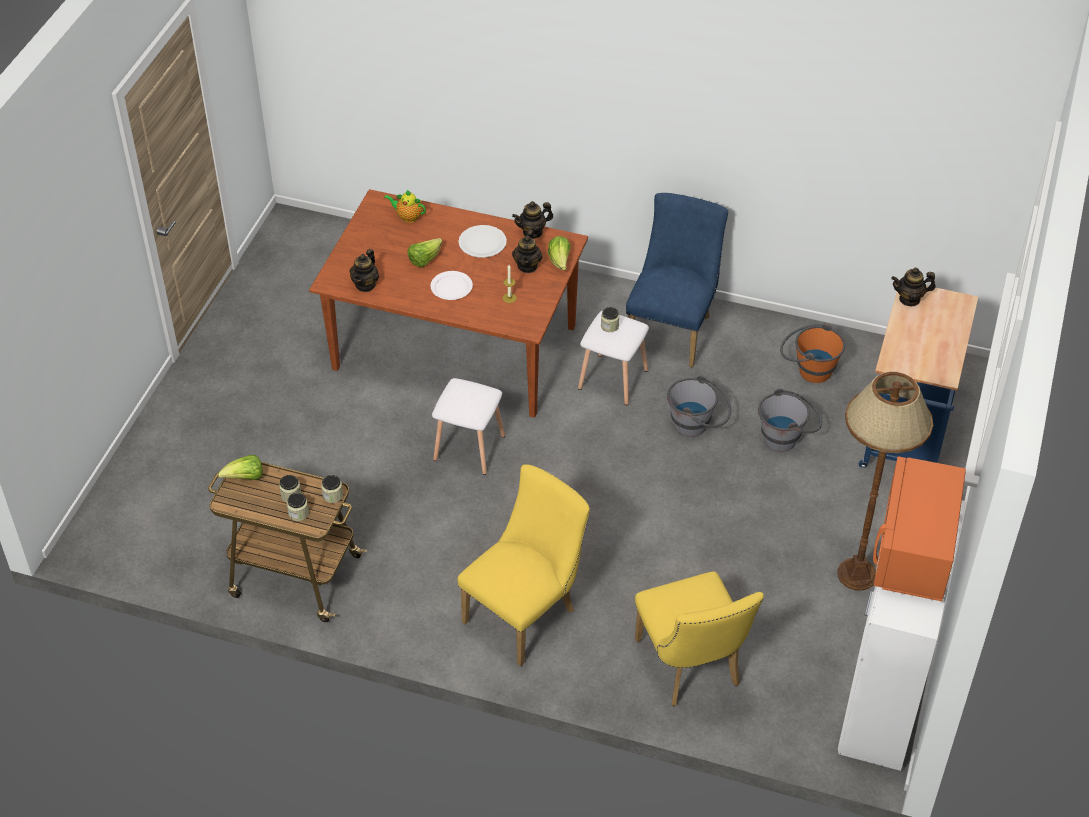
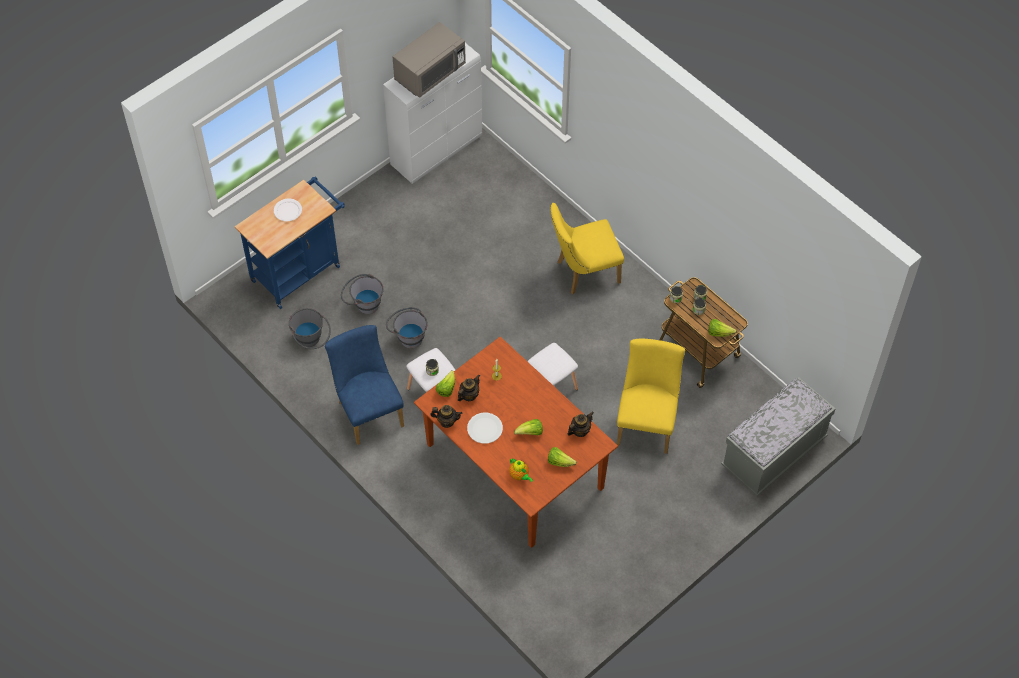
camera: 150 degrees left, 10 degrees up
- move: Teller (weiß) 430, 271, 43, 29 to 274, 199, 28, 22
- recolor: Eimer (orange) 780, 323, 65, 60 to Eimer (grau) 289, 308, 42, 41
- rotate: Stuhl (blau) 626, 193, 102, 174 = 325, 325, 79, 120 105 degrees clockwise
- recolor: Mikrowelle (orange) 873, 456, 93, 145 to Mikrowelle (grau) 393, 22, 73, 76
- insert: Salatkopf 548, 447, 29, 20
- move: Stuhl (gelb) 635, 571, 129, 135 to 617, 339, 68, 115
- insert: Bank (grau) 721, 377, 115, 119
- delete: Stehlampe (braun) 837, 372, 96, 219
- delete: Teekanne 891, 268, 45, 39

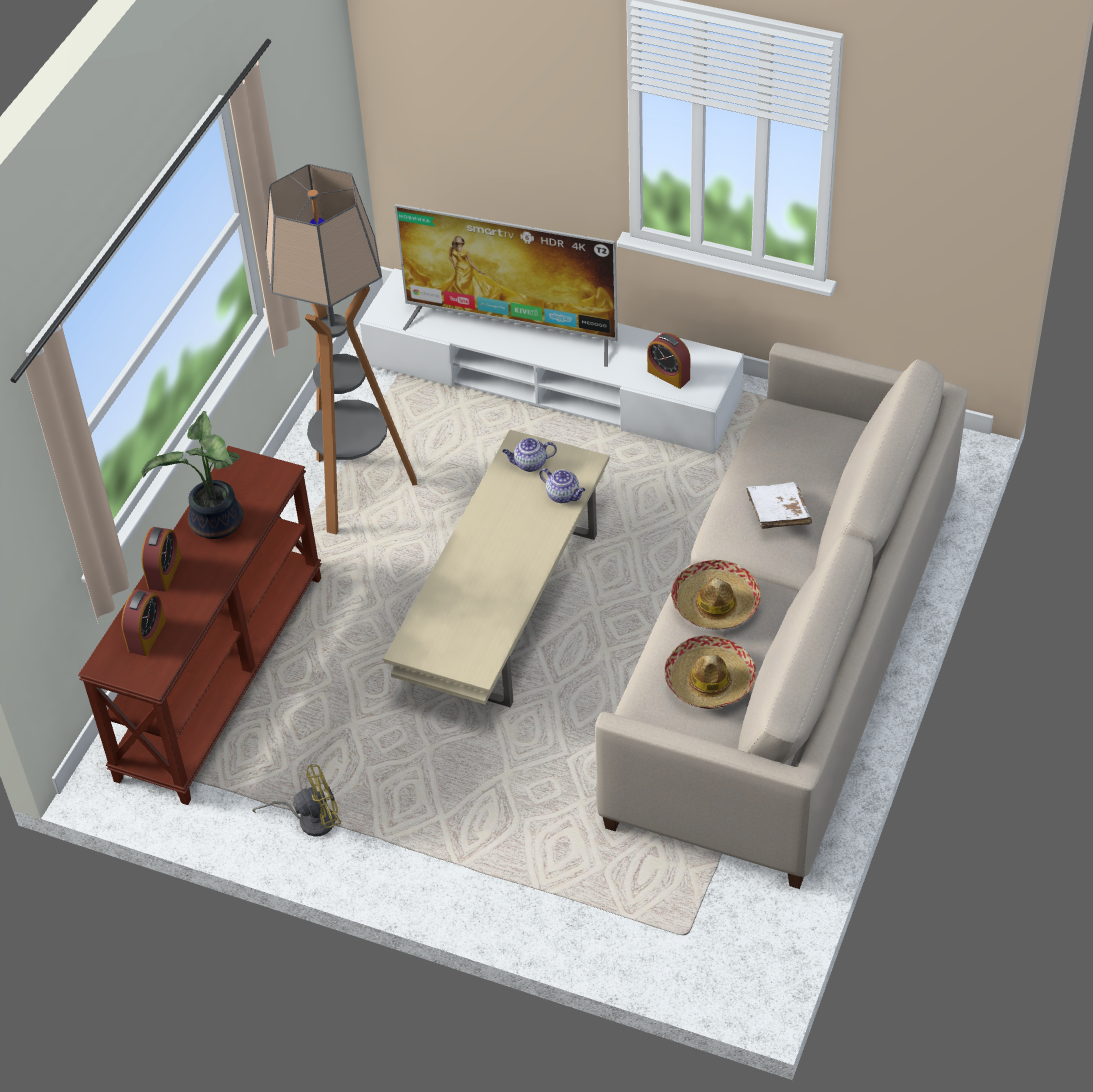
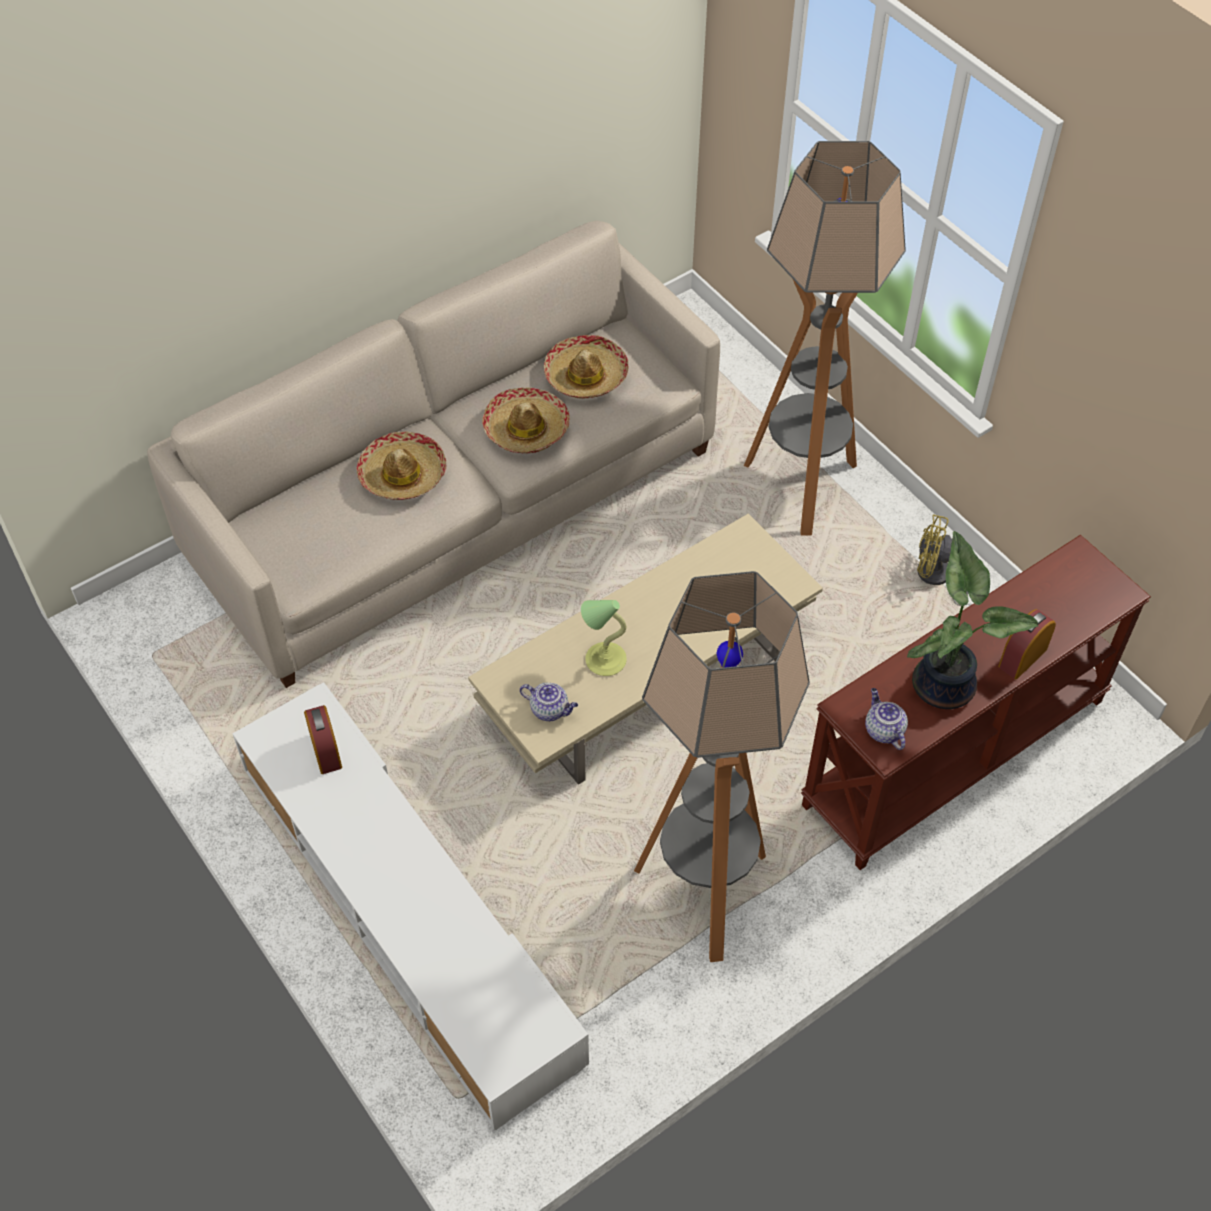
camera: 150 degrees left, 5 degrees up
- replace: Buch (weiß) 746, 482, 66, 47 to Hut 357, 431, 89, 69
- insert: Tischlampe 581, 600, 46, 76
- insert: Stehlampe 744, 141, 162, 394
- move: Teekanne 539, 468, 46, 35 to 865, 688, 43, 62
- delete: Wecker 122, 589, 44, 67
- delete: Fernseher 395, 204, 223, 163

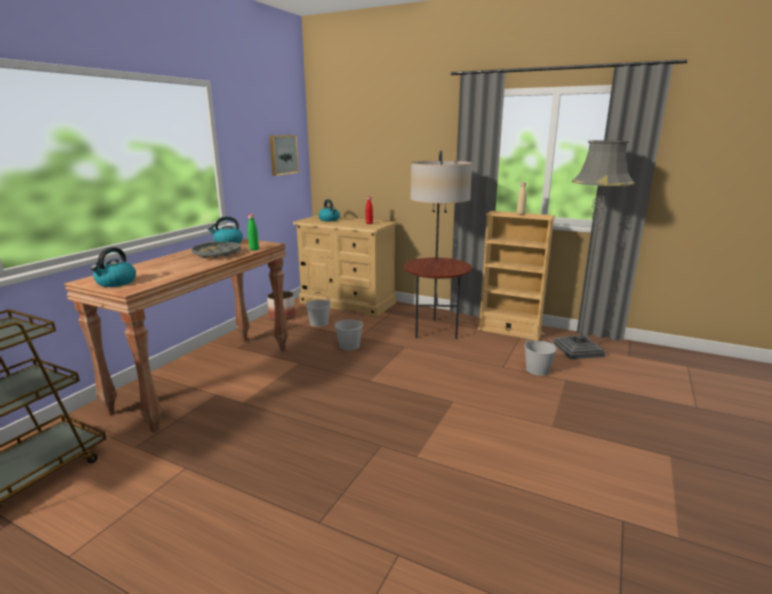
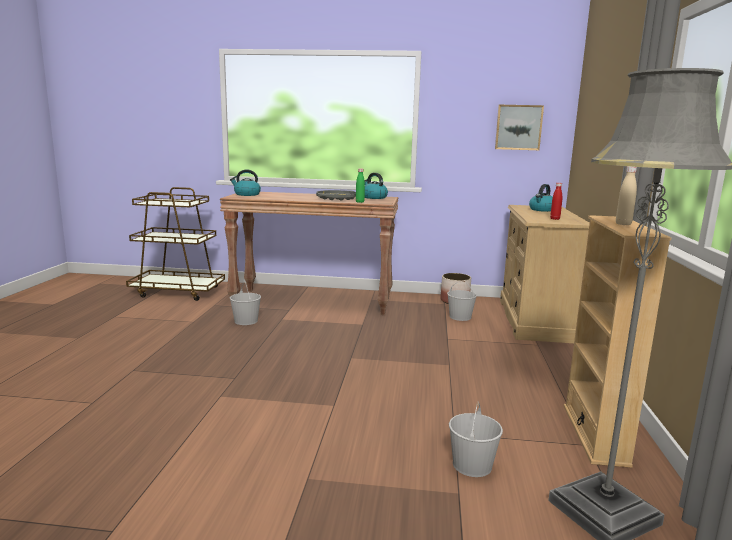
camera: 70 degrees right, 5 degrees down
- move: Eimer (weiß) 335, 312, 28, 38 to 230, 282, 31, 43
- delete: Stehlampe 404, 151, 68, 188

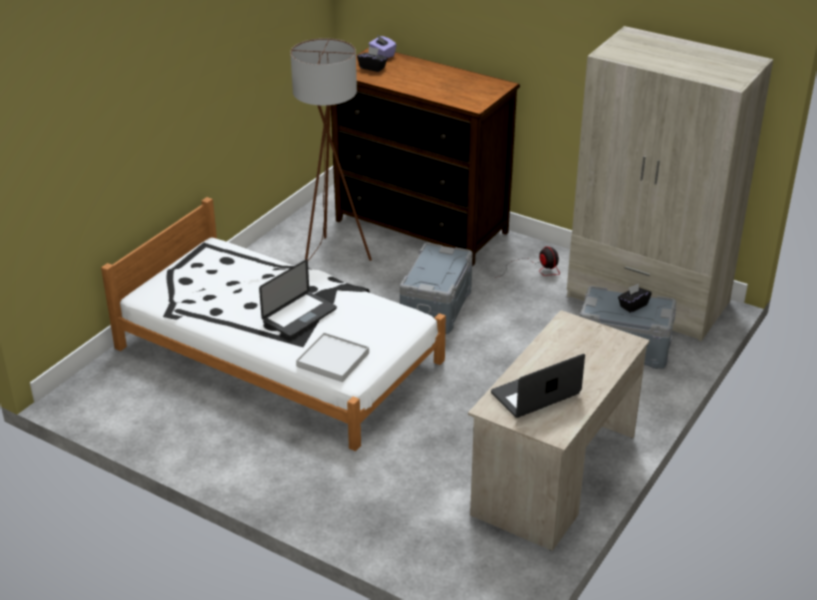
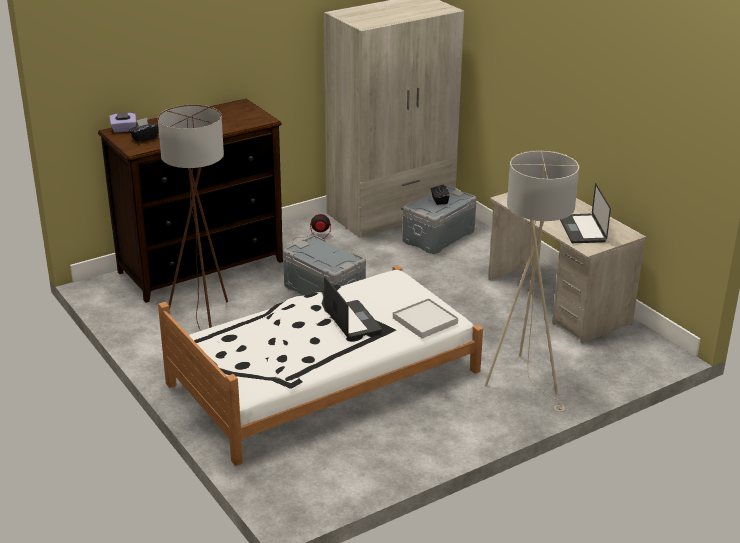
camera: 65 degrees left, 5 degrees down
- insert: Stehlampe (beige) 485, 150, 94, 262

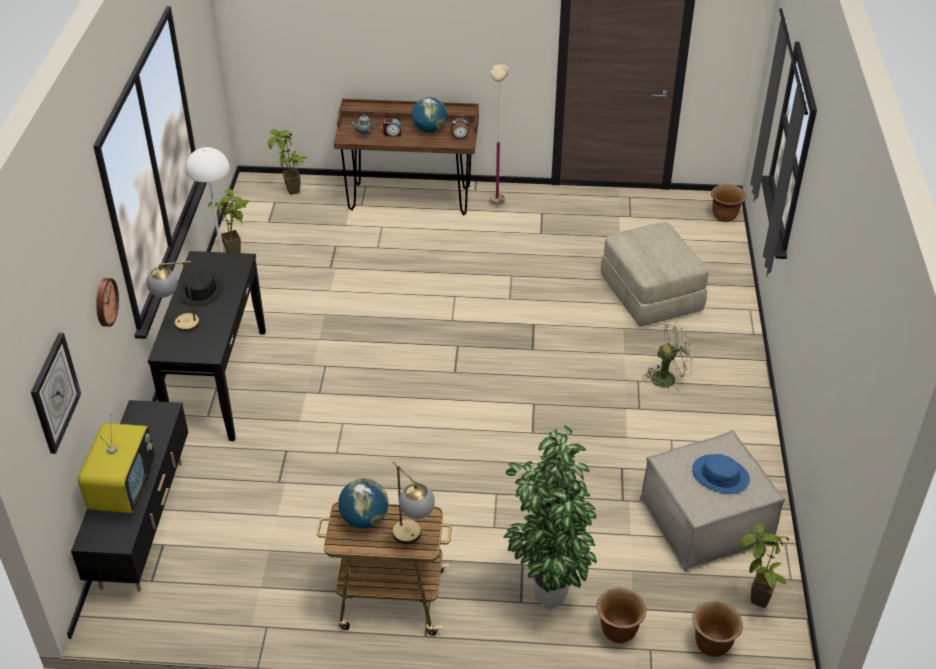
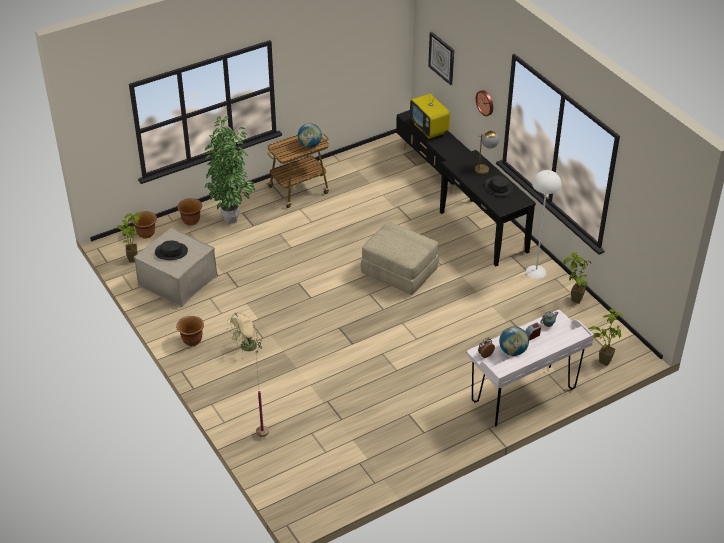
camera: 145 degrees right, 0 degrees up
- recolor: Hut (blau) 692, 454, 58, 40 to Hut (schwarz) 155, 240, 33, 20
- move: Pflanzkübel (braun) 711, 184, 36, 38 to 176, 316, 28, 30
- move: Stehlampe (beige) 490, 64, 19, 141 to 237, 316, 32, 121
- move: Polsterhocker (beige) 601, 222, 108, 105 to 360, 222, 79, 73
- recolor: Schreibtisch (braun) 334, 99, 145, 116 to Schreibtisch (weiß) 467, 310, 127, 116
- delete: Tischlampe 392, 461, 43, 83

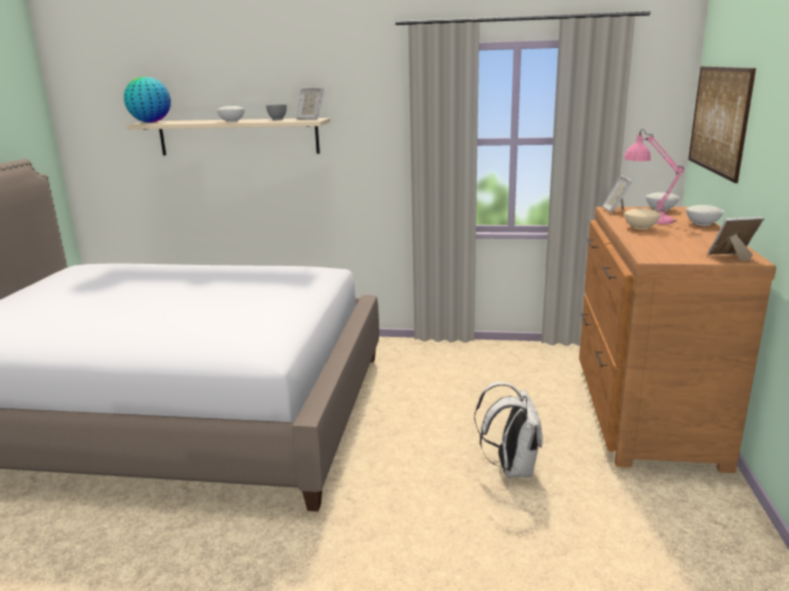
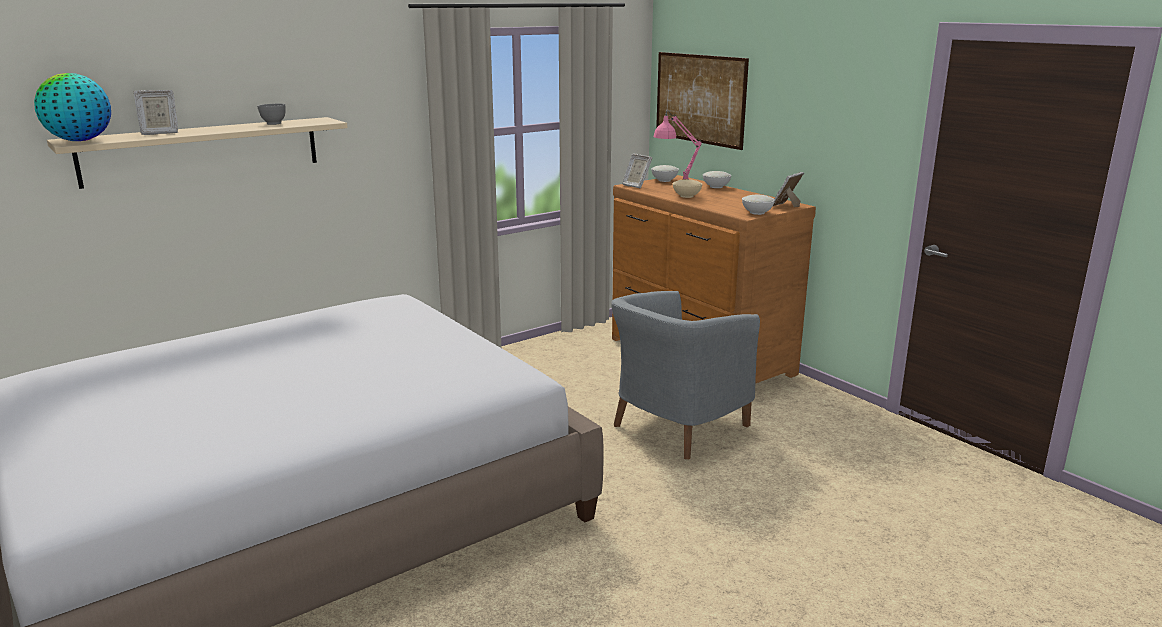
camera: 45 degrees left, 0 degrees up
- move: Bilderrahmen 296, 88, 28, 32 to 133, 90, 45, 45
- replace: Rucksack (weiß) 474, 382, 69, 96 to Sessel (grau) 611, 291, 149, 168
- move: Schüssel (weiß) 217, 106, 28, 16 to 742, 195, 33, 20

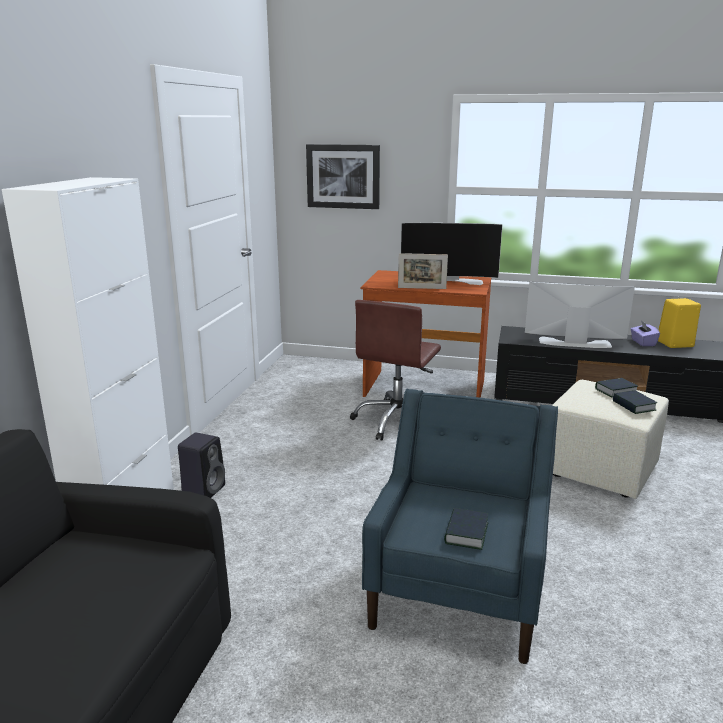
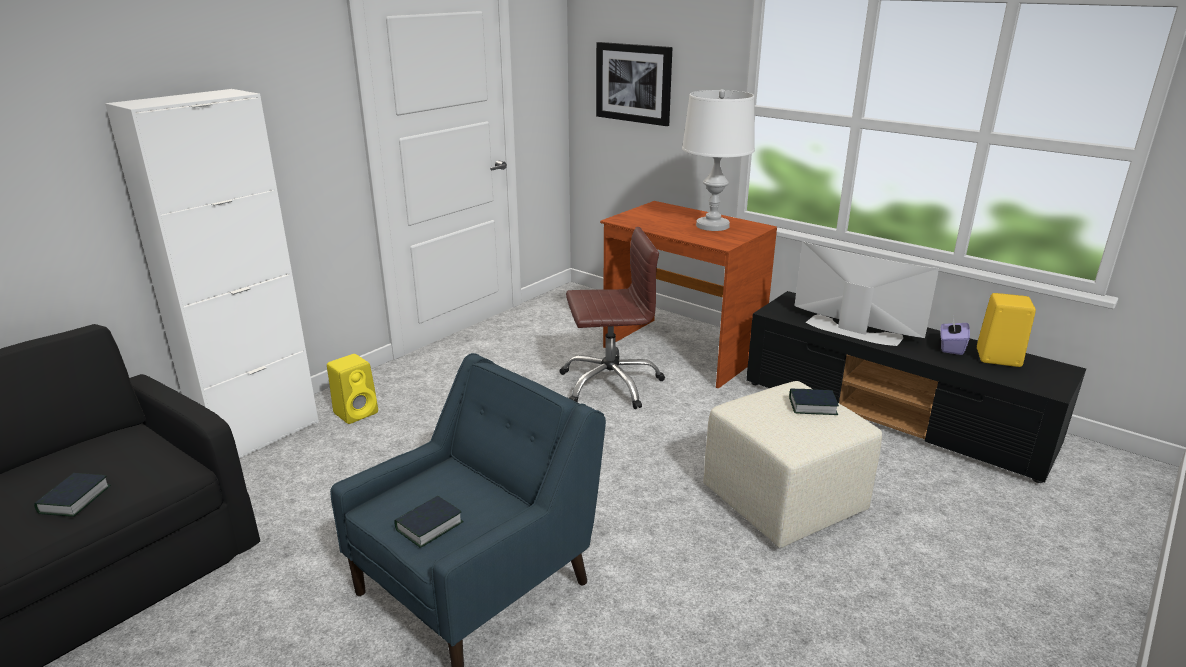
camera: 25 degrees right, 5 degrees up
- move: Buch 613, 390, 45, 24 to 34, 473, 77, 44
- recolor: Lautsprecher (schwarz) 178, 433, 47, 65 to Lautsprecher (gelb) 327, 354, 51, 70
- rotate: Bürostuhl (braun) 350, 300, 91, 141 = 559, 227, 106, 182 150 degrees counterclockwise
- replace: Fernseher 401, 223, 102, 62 to Tischlampe (weiß) 682, 89, 73, 142
- delete: Bilderrahmen 398, 253, 50, 36

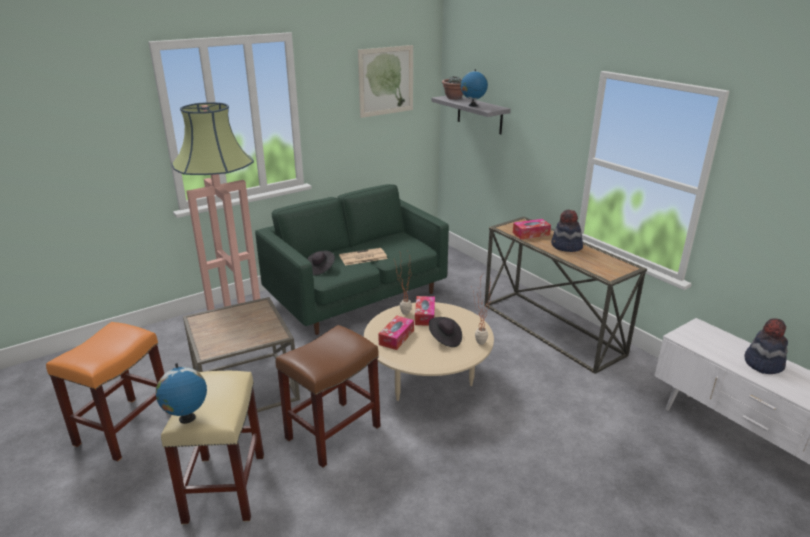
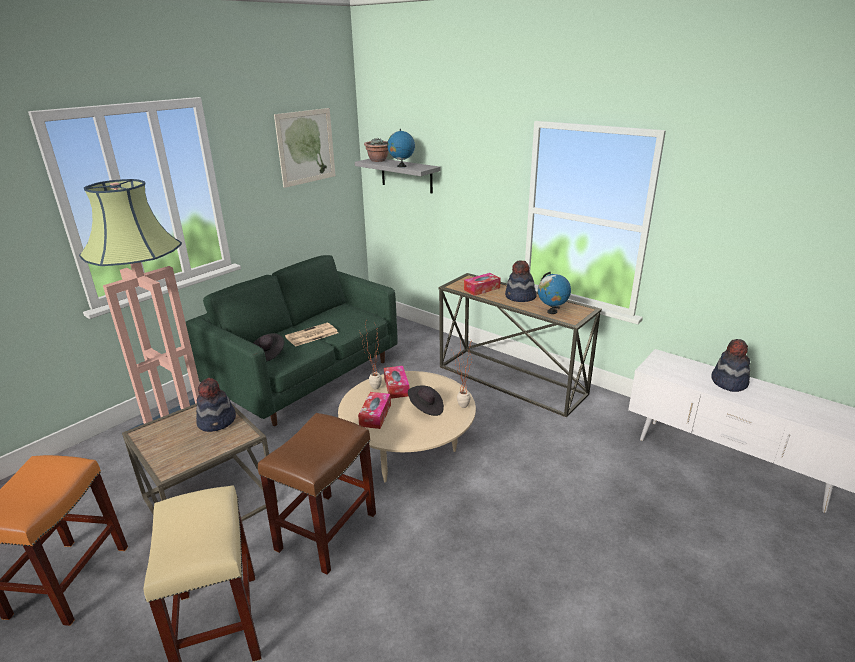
camera: 15 degrees left, 0 degrees up
- insert: Hut 196, 378, 40, 54
- move: Globus 156, 363, 51, 61 to 538, 272, 33, 42

